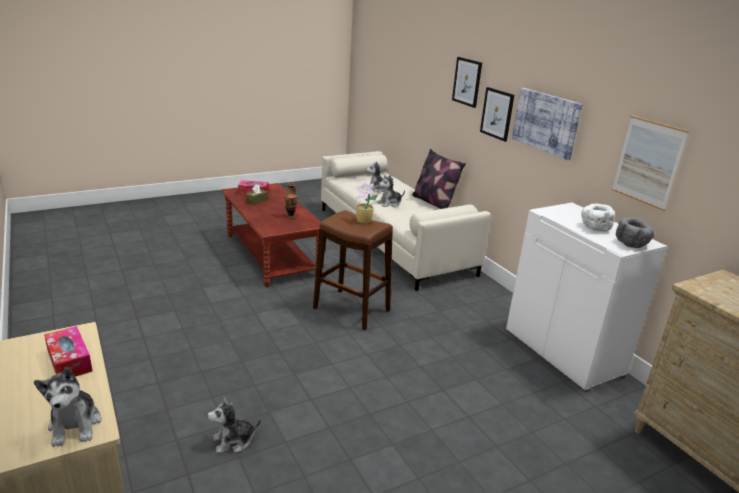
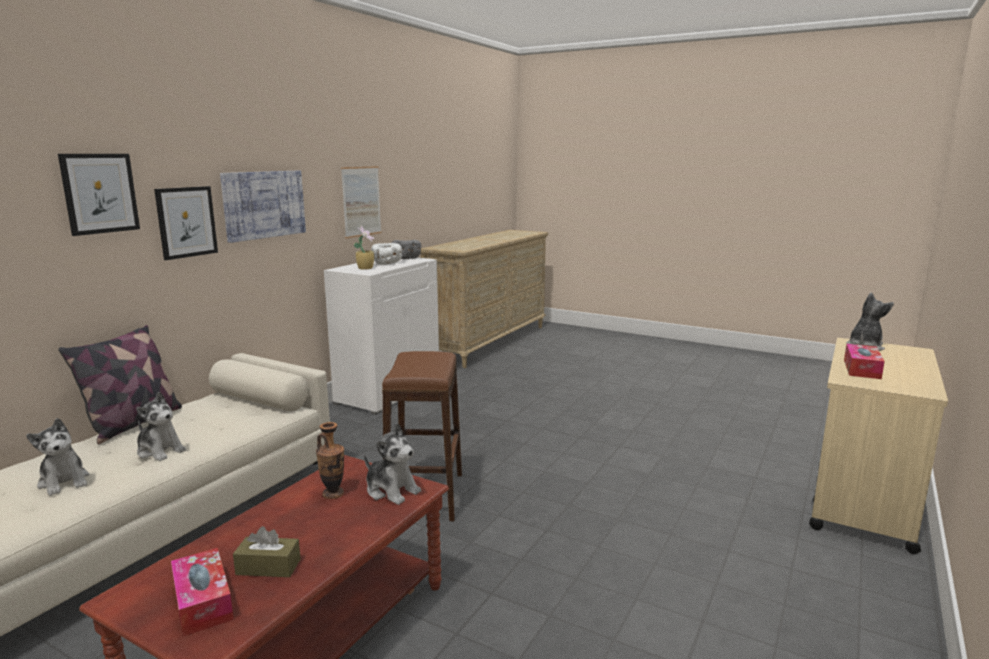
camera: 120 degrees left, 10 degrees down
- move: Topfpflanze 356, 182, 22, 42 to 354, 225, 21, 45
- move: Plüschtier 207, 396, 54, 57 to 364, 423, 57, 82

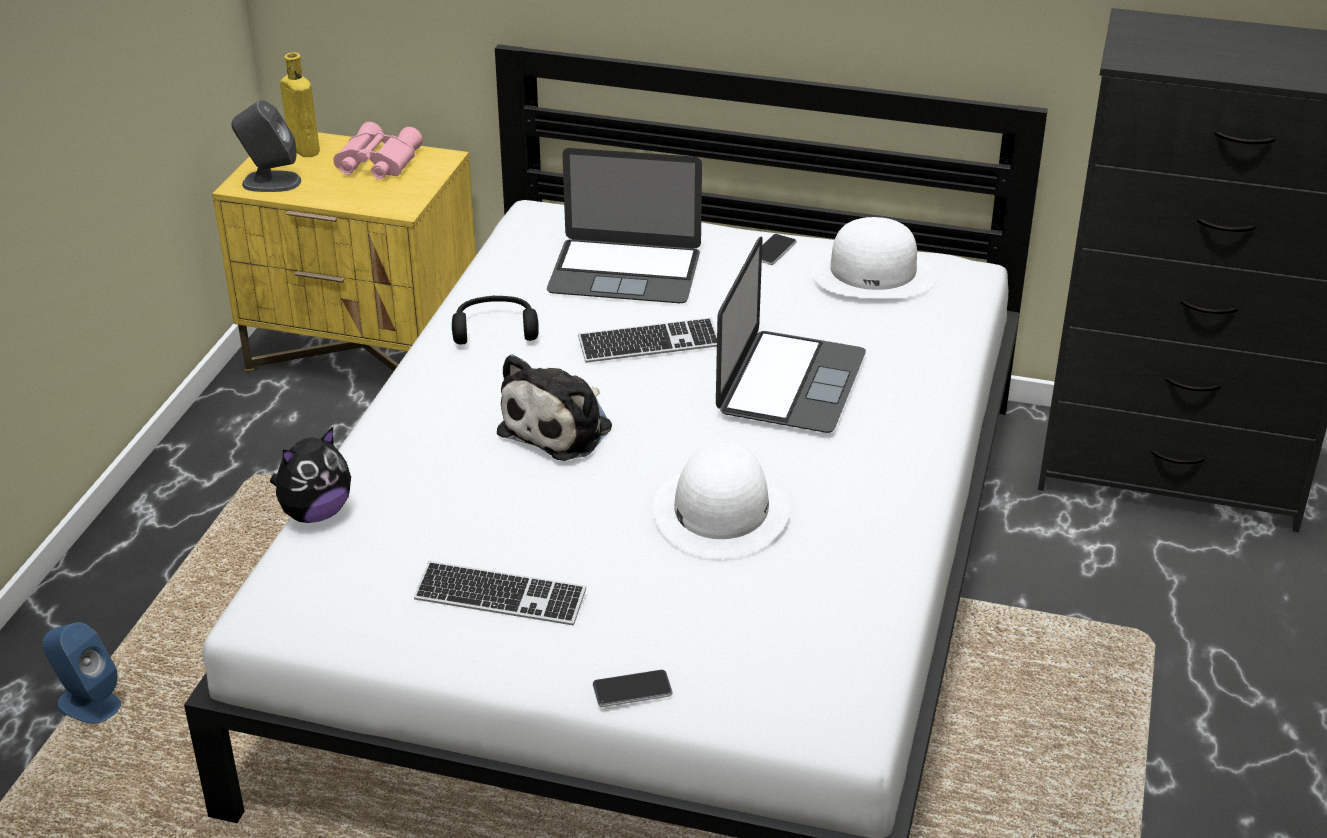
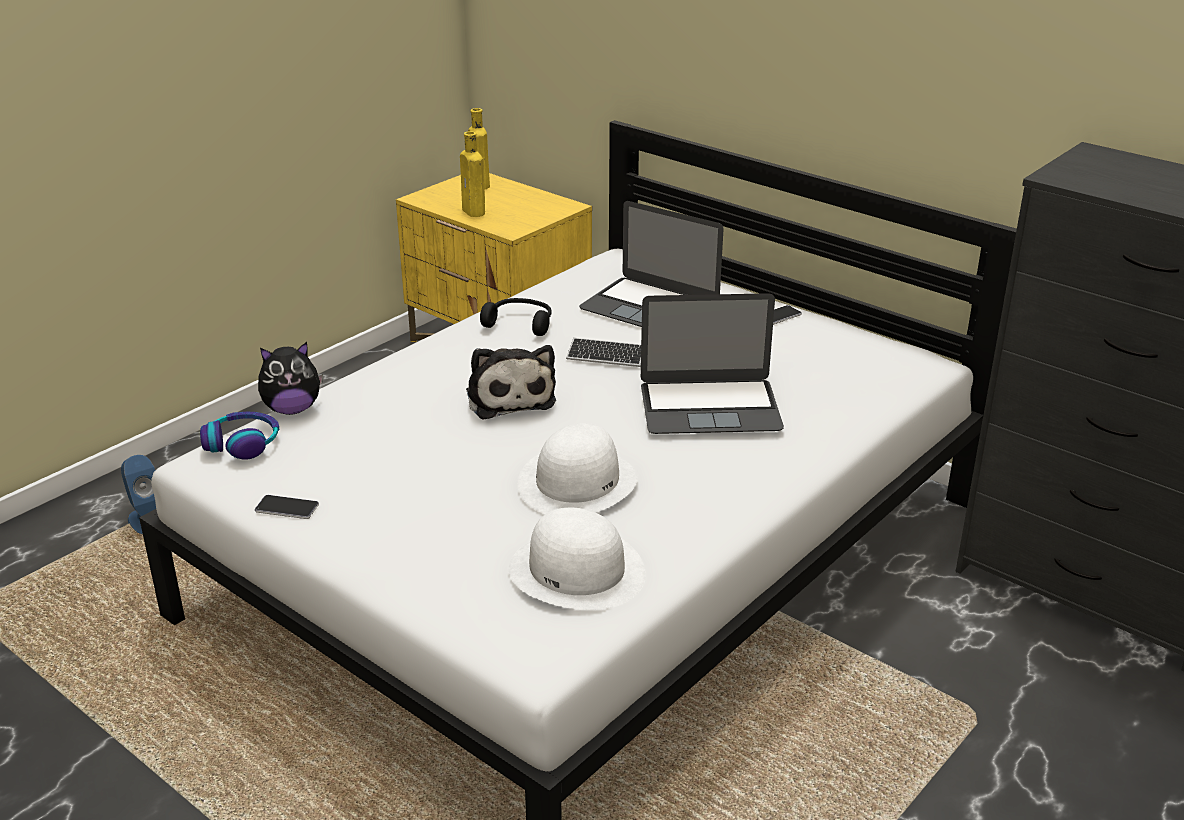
camera: 25 degrees right, 5 degrees down
- insert: Kopfhörer 200, 412, 79, 48
- move: Handy 593, 670, 80, 37 to 255, 495, 64, 24
- insert: Flasche (gelb) 460, 131, 25, 86
- rotate: Plüschtier 497, 354, 115, 107 = 466, 345, 90, 74 75 degrees counterclockwise
- move: Hut (weiß) 811, 217, 124, 81 to 509, 507, 137, 103
- rotate: Laptop 716, 236, 150, 197 = 641, 293, 143, 141 45 degrees clockwise
- delete: Lautsprecher (grau) 231, 100, 70, 92
- delete: Fernglas (rosa) 333, 122, 90, 57
- delete: Tastatur 414, 561, 172, 64

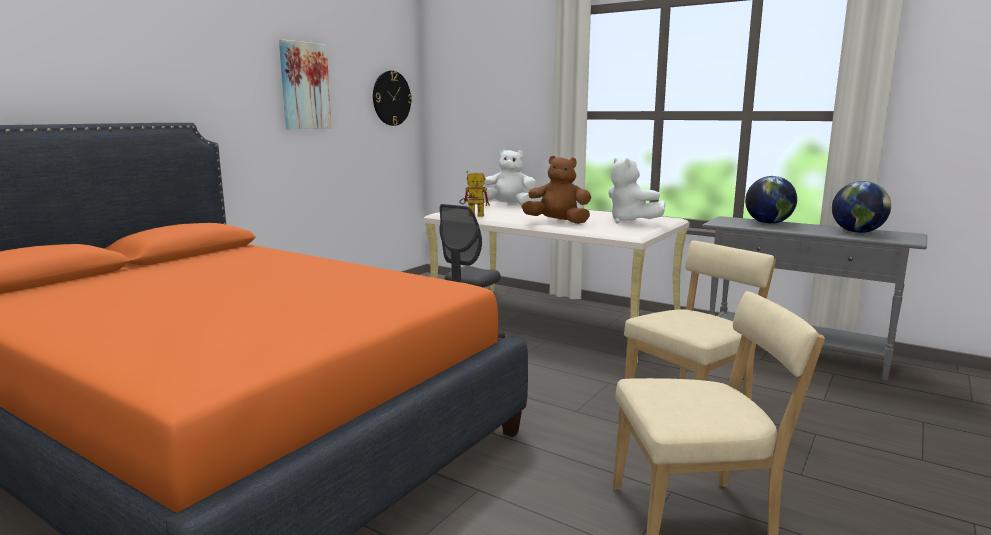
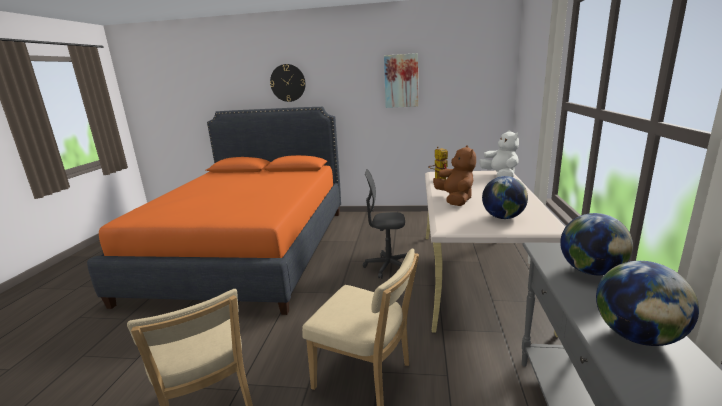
camera: 65 degrees right, 5 degrees up
- move: Wanduhr 373, 71, 39, 55 to 270, 64, 36, 38
- replace: Plüschtier (weiß) 608, 158, 57, 66 to Globus 482, 176, 46, 43

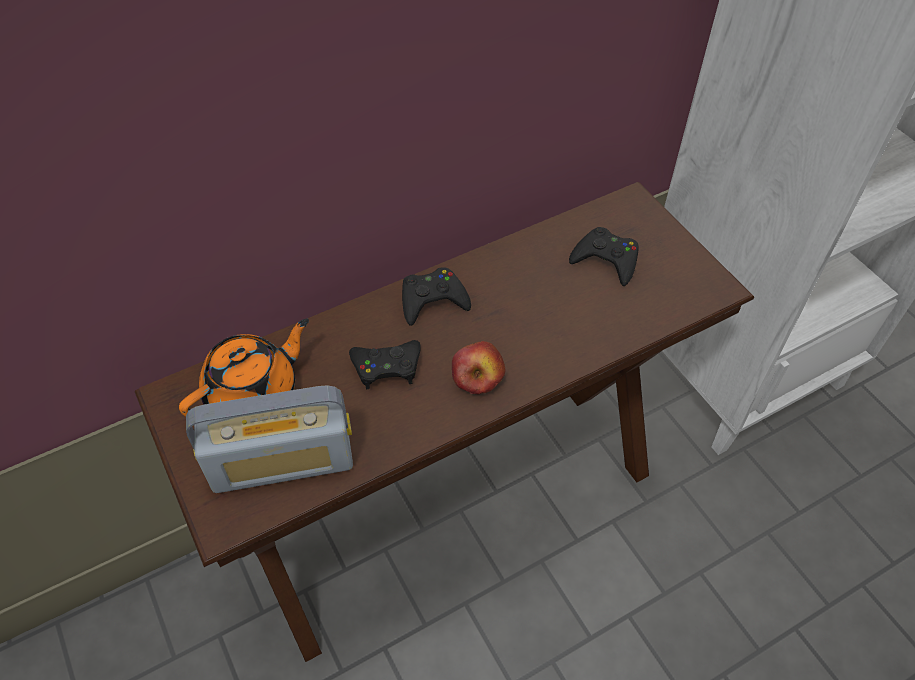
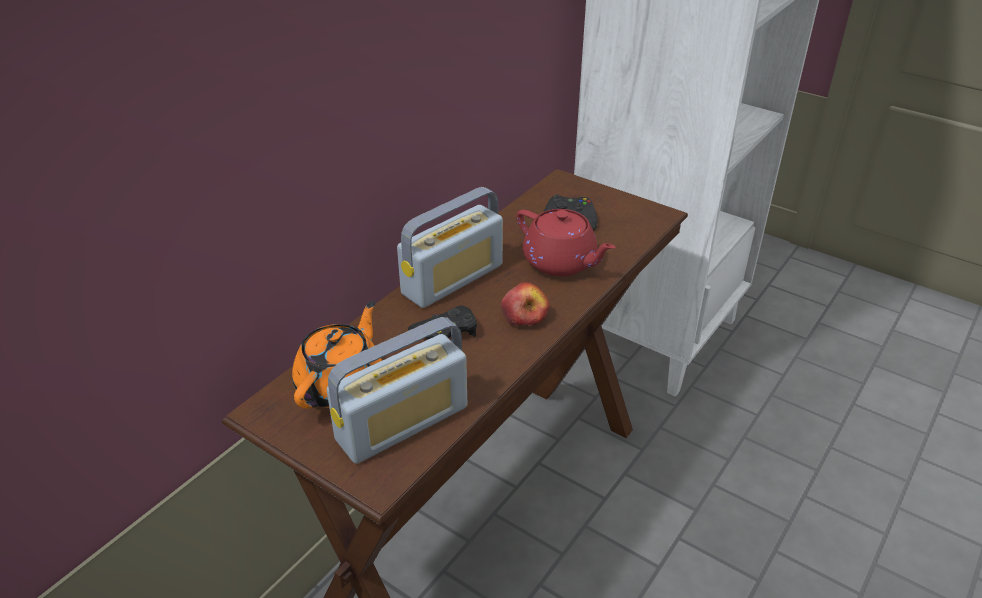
camera: 25 degrees left, 15 degrees down
- replace: Gamepad (schwarz) 402, 267, 69, 59 to Radio 397, 187, 106, 121
- insert: Teekanne (rot) 517, 209, 99, 67

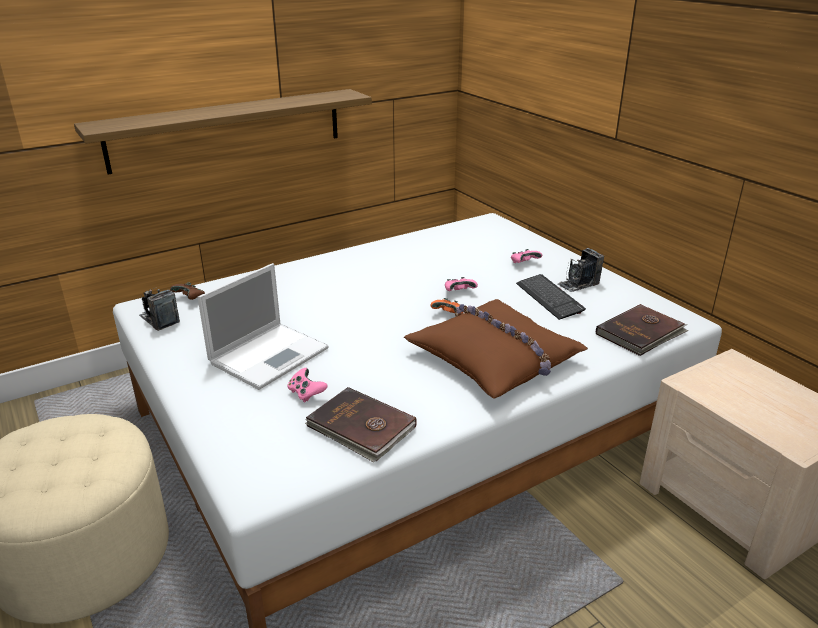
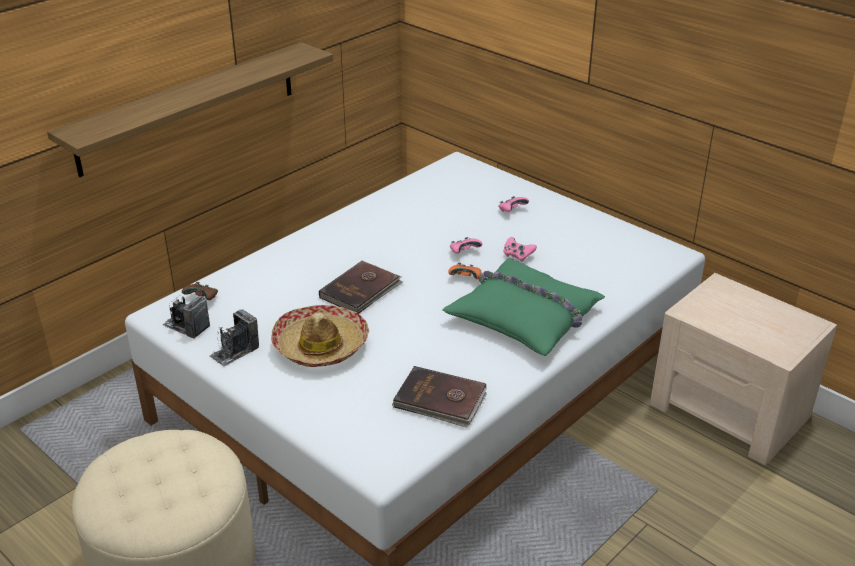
camera: 15 degrees left, 5 degrees up
- move: Kamera 558, 248, 46, 44 to 210, 309, 49, 57
- replace: Laptop 198, 263, 131, 127 to Hut 271, 305, 98, 62
- move: Buch (braun) 596, 304, 92, 52 to 319, 261, 84, 53
- recolor: Kissen (braun) 404, 299, 184, 100 to Kissen (grün) 443, 258, 162, 98
- move: Gamepad (rosa) 287, 368, 41, 35 to 504, 237, 33, 25
- delete: Tastatur 516, 274, 70, 46

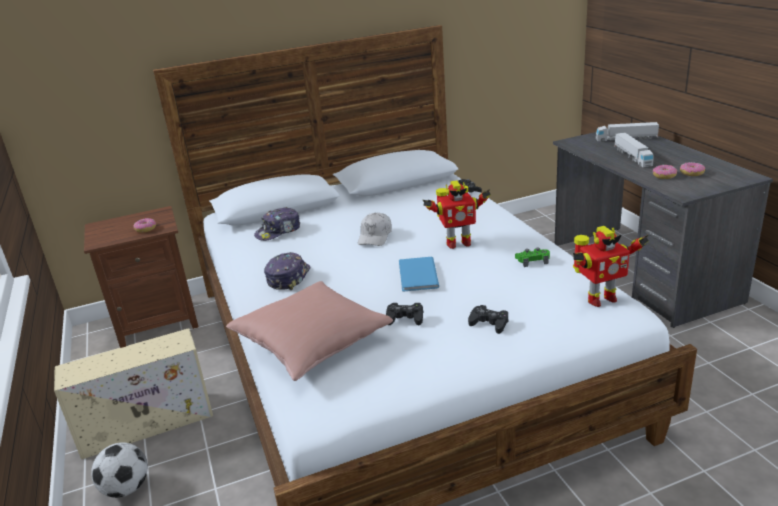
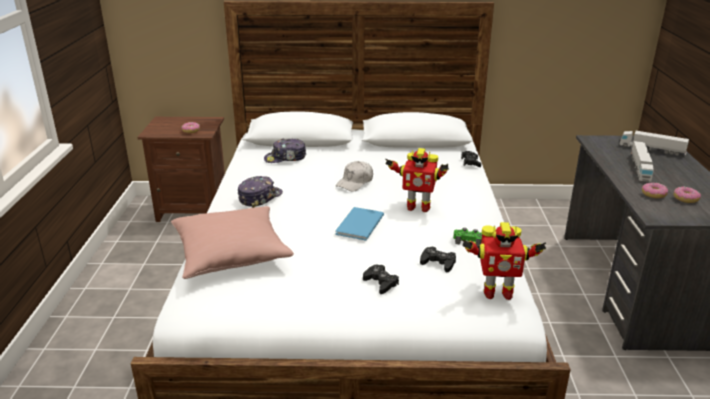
camera: 20 degrees right, 0 degrees up
- move: Gamepad (schwarz) 386, 303, 37, 22 to 420, 246, 36, 26
- delete: Aufbewahrungsbox (beige) 54, 328, 159, 132
- delete: Fußball 91, 442, 57, 56

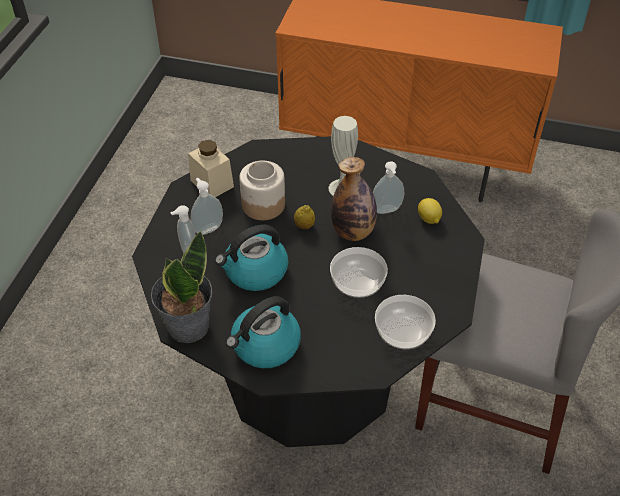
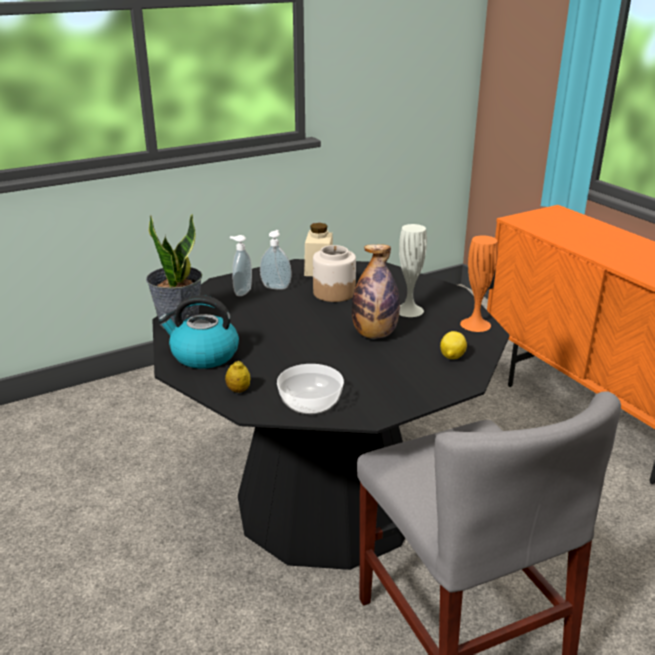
camera: 45 degrees right, 20 degrees down
- move: Zitrone 294, 205, 21, 24 to 225, 361, 26, 32
- insert: Vase (orange) 460, 235, 38, 97
- delete: Wasserkessel 215, 225, 73, 66
- delete: Schüssel 330, 247, 58, 51
- delete: Seifenspender 373, 162, 31, 52

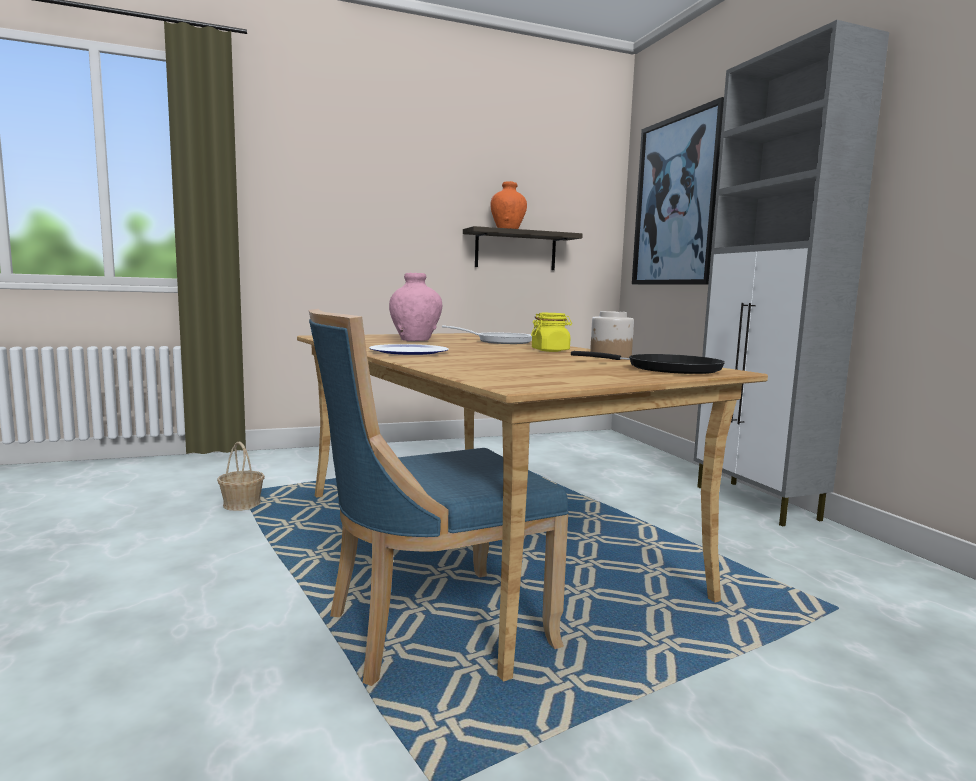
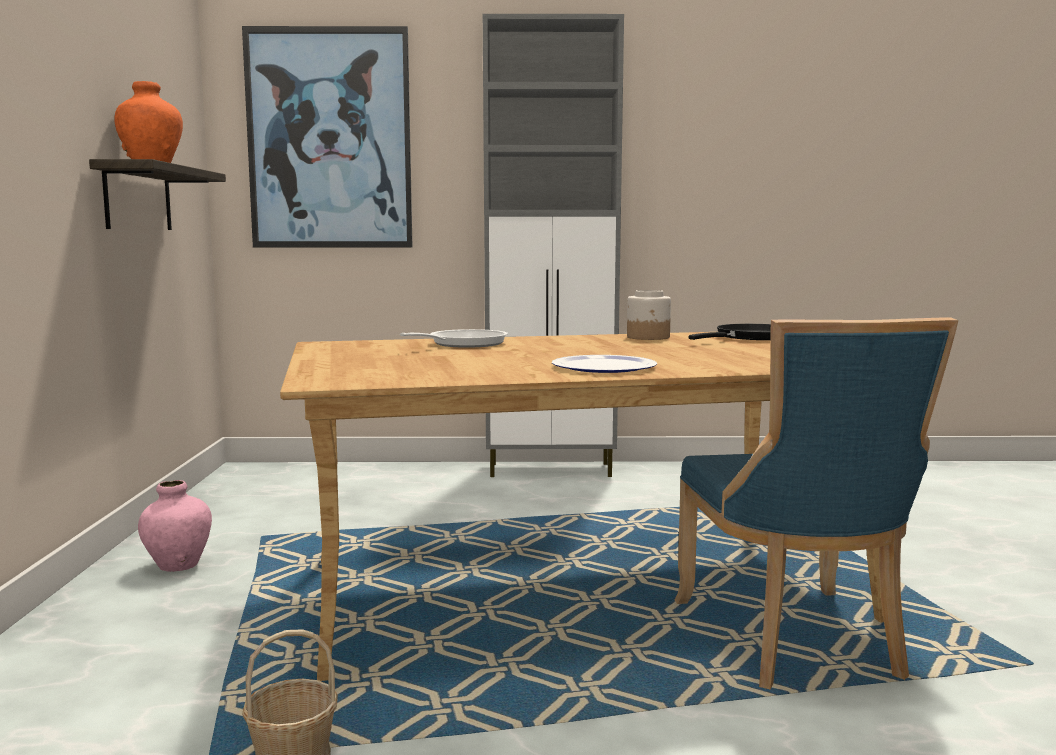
camera: 70 degrees left, 0 degrees up
- move: Vase (rosa) 389, 273, 53, 68 to 138, 480, 74, 92
- delete: Vorratsglas (gelb) 531, 313, 41, 39

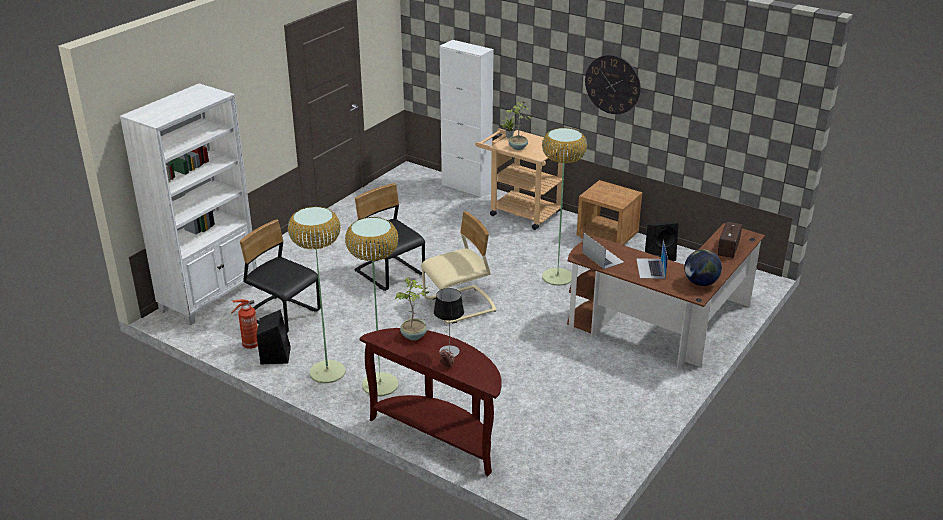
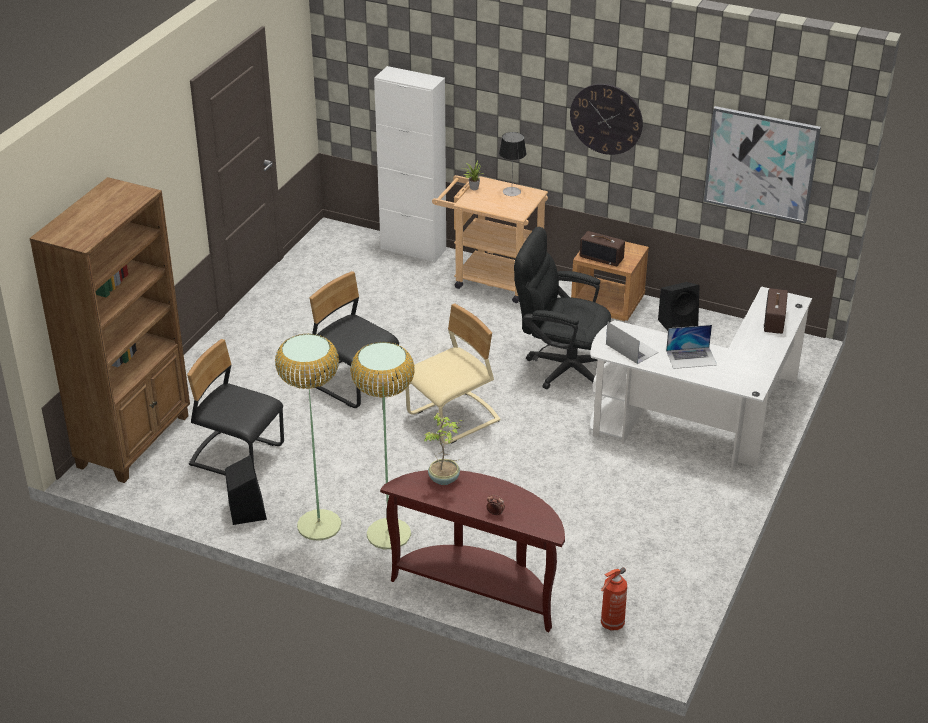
camera: 10 degrees left, 5 degrees up
- recolor: Bücherregal (weiß) 120, 83, 137, 243 to Bücherregal (braun) 29, 177, 161, 306
- move: Tischlampe 434, 288, 30, 69 to 499, 132, 27, 64
- replace: Stehlampe 542, 128, 45, 158 to Bürostuhl (schwarz) 514, 227, 97, 162
- insert: Radio 580, 231, 45, 35
- recolor: Schreibtisch (braun) 567, 223, 198, 147 to Schreibtisch (weiß) 590, 286, 222, 188
- move: Feuerlöscher 231, 299, 27, 50 to 601, 567, 26, 63
- rotate: Laptop 636, 240, 32, 39 = 666, 325, 51, 44 90 degrees counterclockwise
- insert: Bild 704, 106, 117, 117
- delete: Topfpflanze 506, 101, 25, 49
- delete: Globus 684, 249, 38, 37

